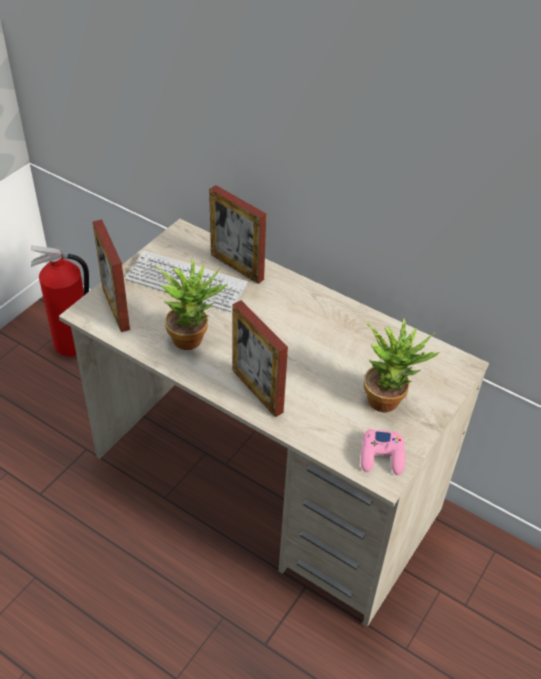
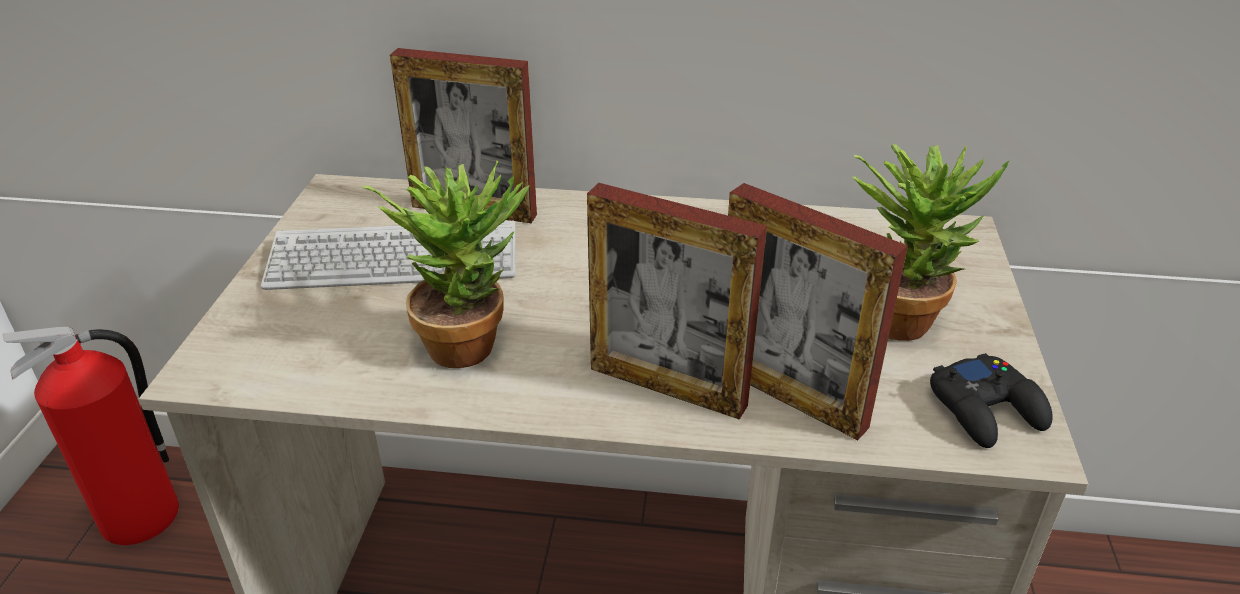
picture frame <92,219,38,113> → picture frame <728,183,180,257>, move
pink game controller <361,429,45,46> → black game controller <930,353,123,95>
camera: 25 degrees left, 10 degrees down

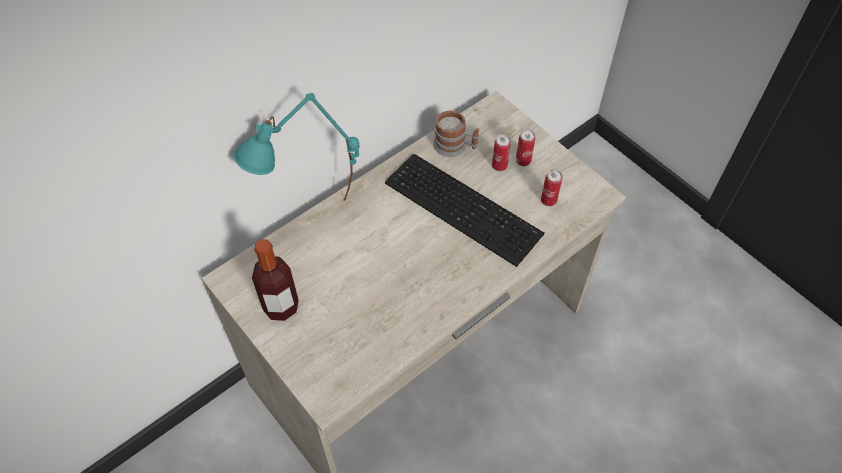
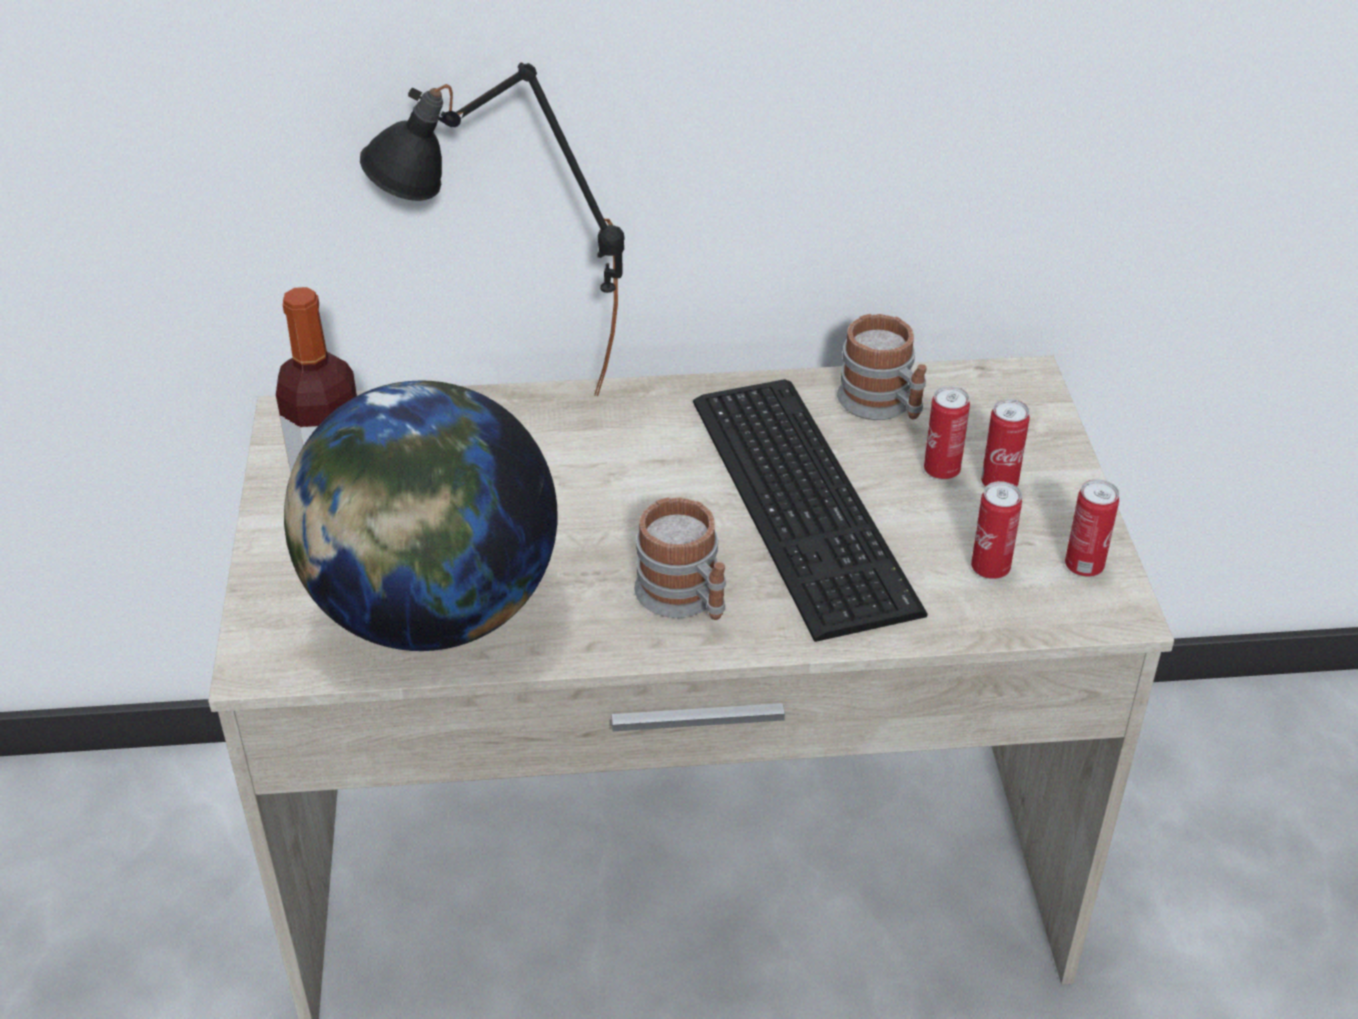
turquoise table lamp <233,93,127,108> → black table lamp <360,62,265,334>
- → globe <284,380,273,271>
- → mug <634,497,92,123>
- → can <1065,479,54,98>
camera: 35 degrees right, 15 degrees down

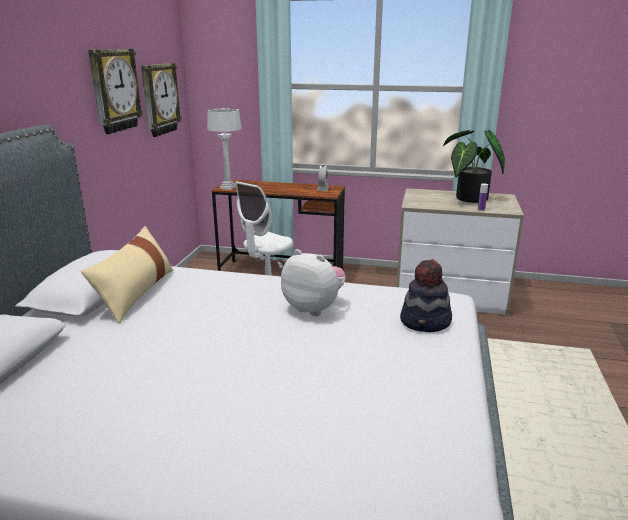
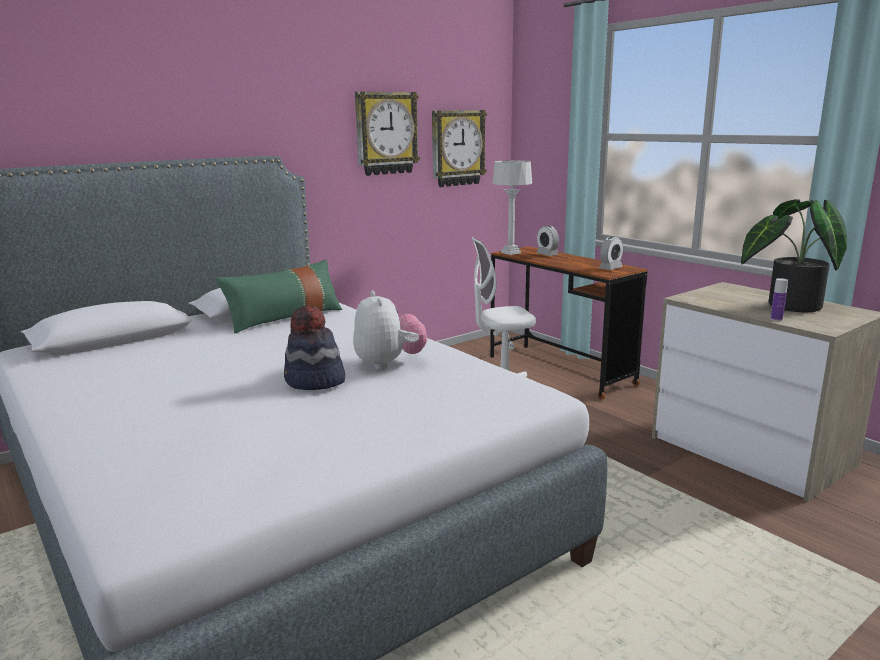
beige pillow <81,226,93,98> → green pillow <216,259,126,75>
hat <400,259,52,73> → hat <284,306,61,84>, move
- → alarm clock <536,225,23,31>
camera: 40 degrees right, 5 degrees down

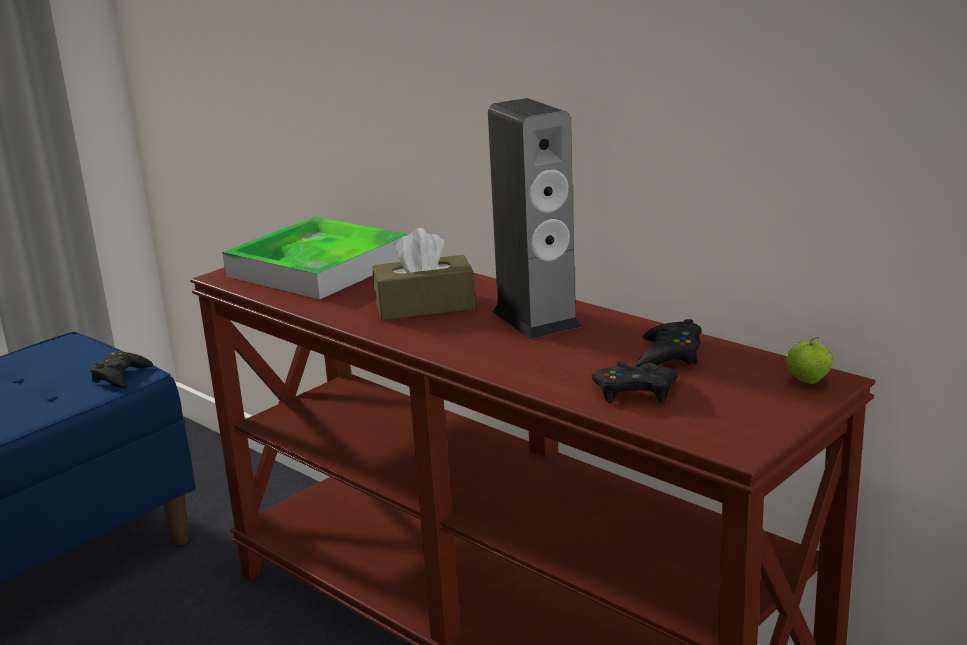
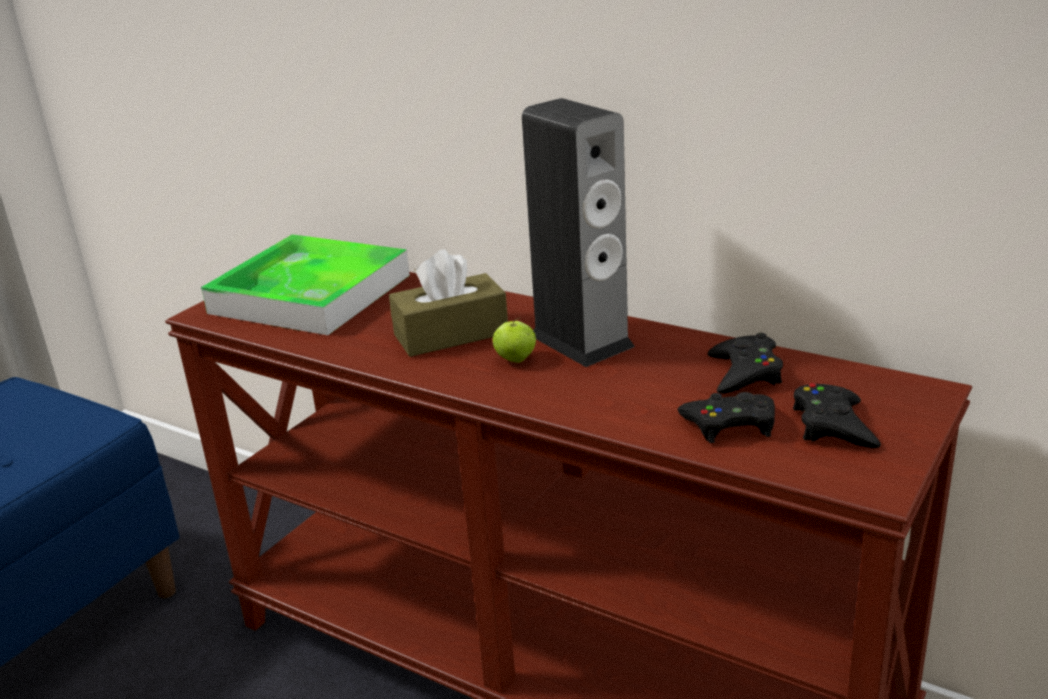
black game controller <90,351,63,38> → black game controller <793,383,88,65>, move
apple <786,337,46,47> → apple <493,318,43,45>, move
camera: 10 degrees left, 5 degrees up

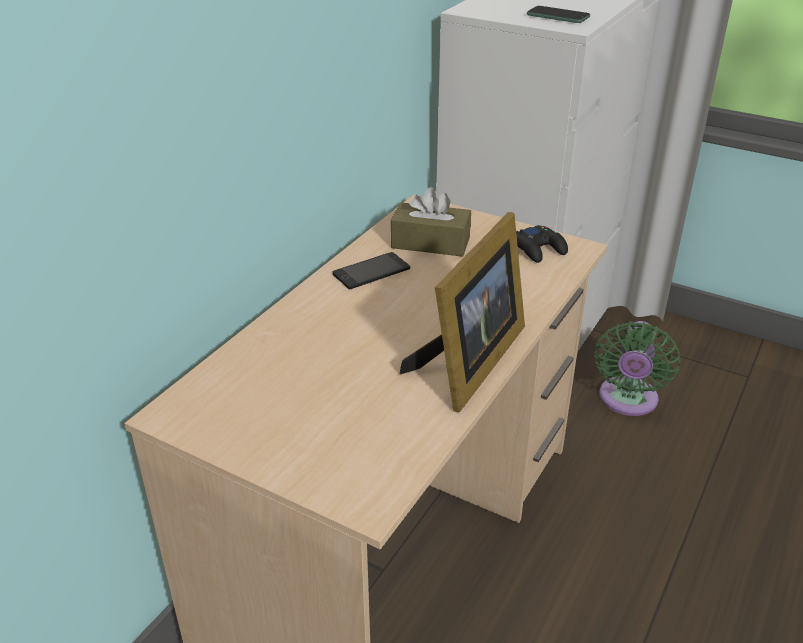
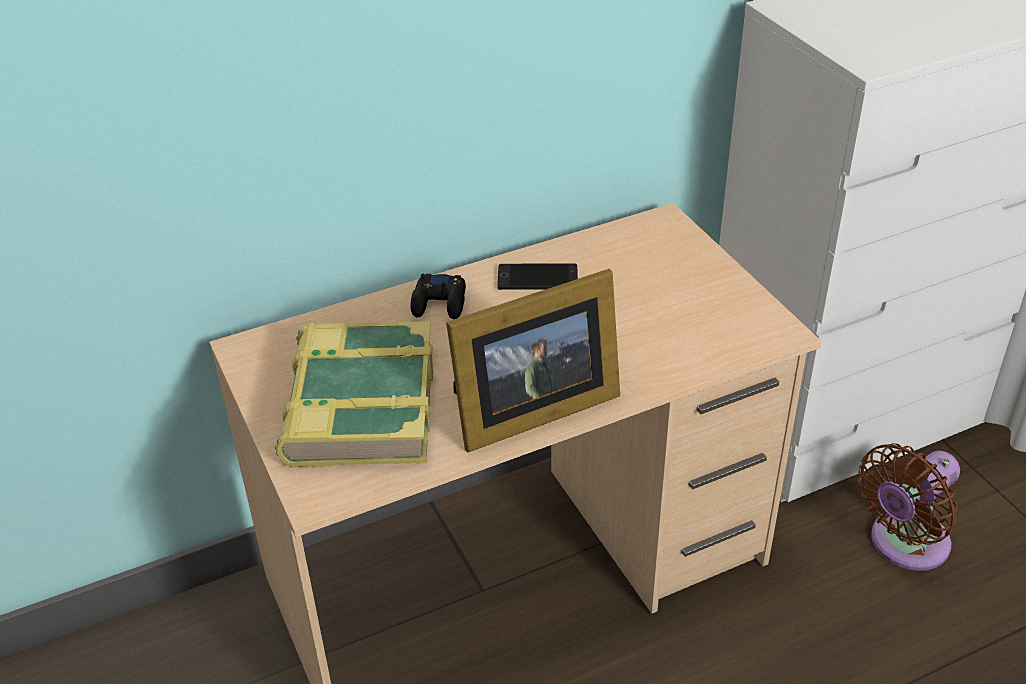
brown tissue box <391,187,80,70> → -
black game controller <516,225,52,38> → black game controller <410,274,56,45>, move
phone <527,6,63,17> → -
green fan <595,321,86,95> → brown fan <858,443,102,128>
- → book <275,321,158,147>
camera: 35 degrees right, 5 degrees up

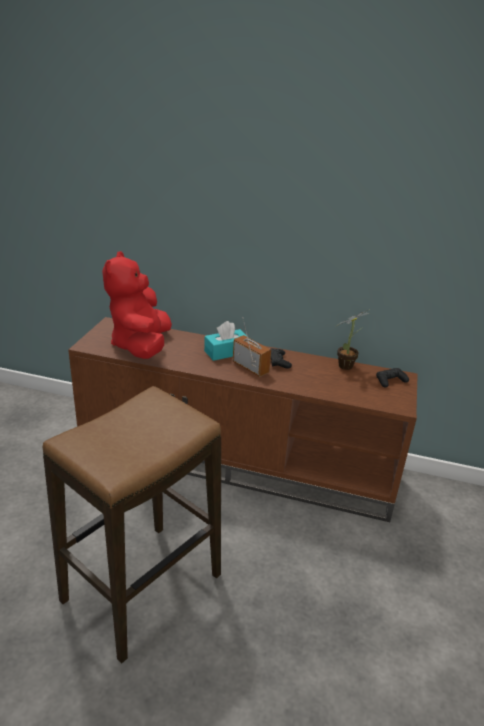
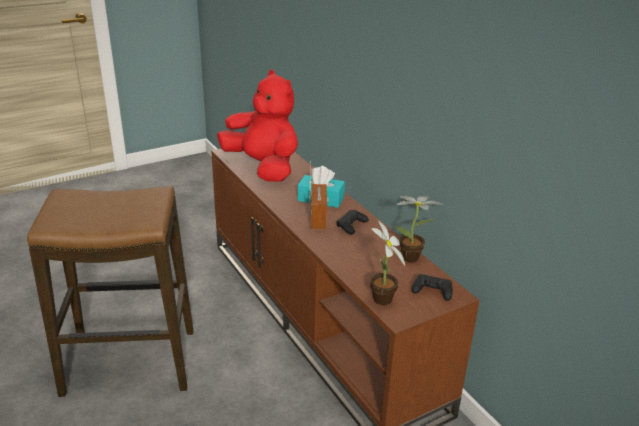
red plush toy <102,251,70,108> → red plush toy <217,70,81,112>, 90 degrees clockwise
- → potted plant <370,220,35,85>
camera: 45 degrees right, 0 degrees up

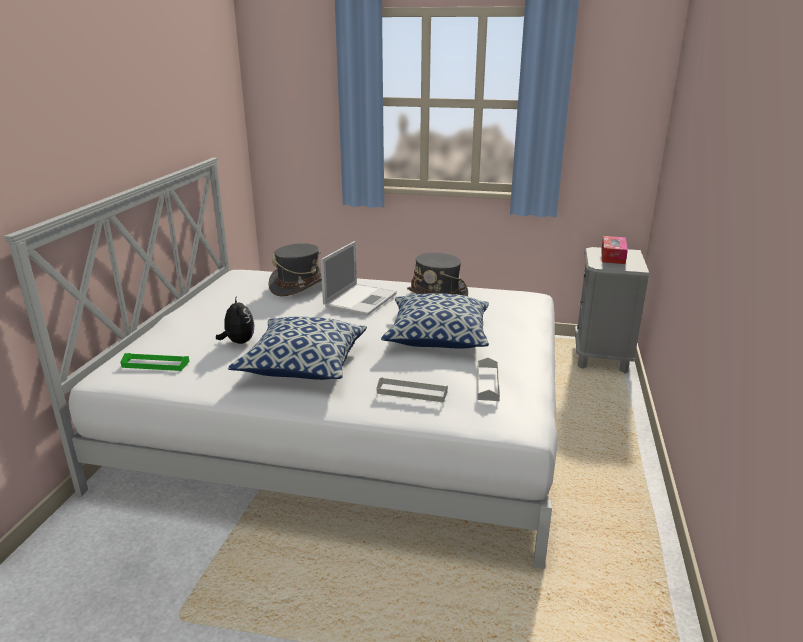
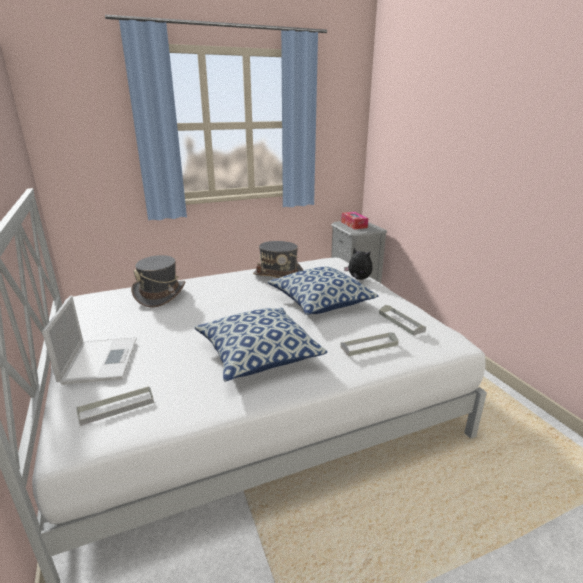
green tray <121,353,68,18> → grey tray <77,386,77,40>
plush toy <216,298,39,46> → plush toy <344,248,29,32>, move
laptop <321,241,76,75> → laptop <42,296,95,89>, move
camera: 35 degrees left, 0 degrees up

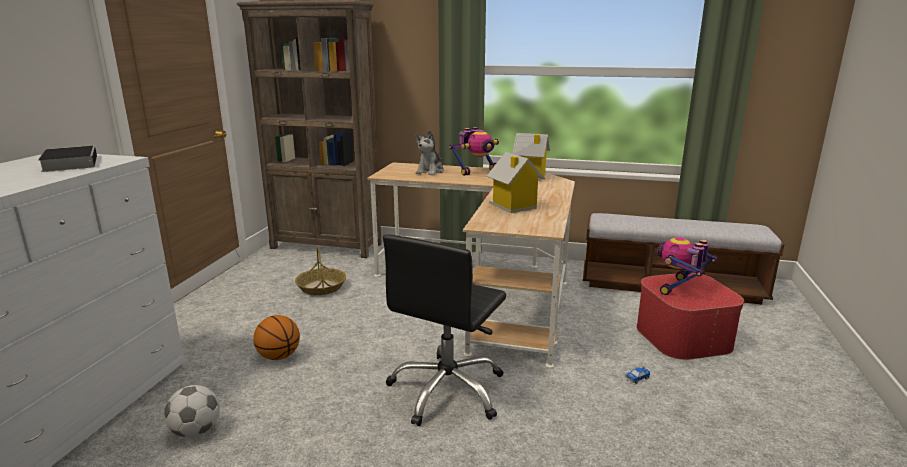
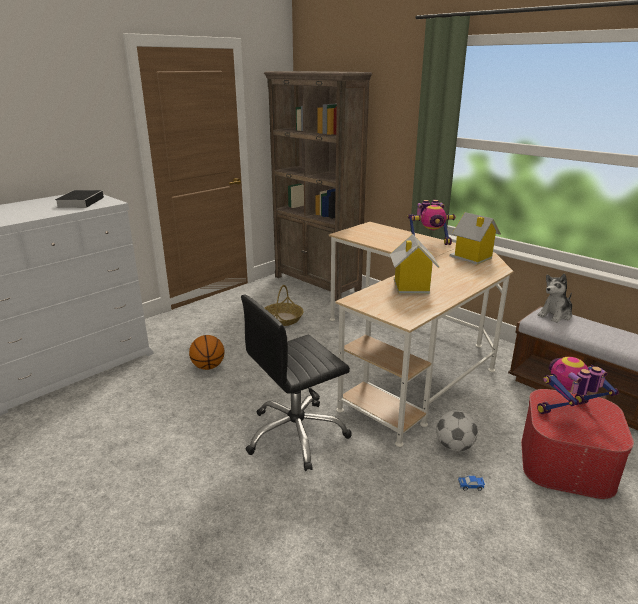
football <164,385,56,53> → football <436,410,42,42>, move
plush toy <416,130,28,46> → plush toy <537,274,35,49>, move
camera: 30 degrees right, 5 degrees up

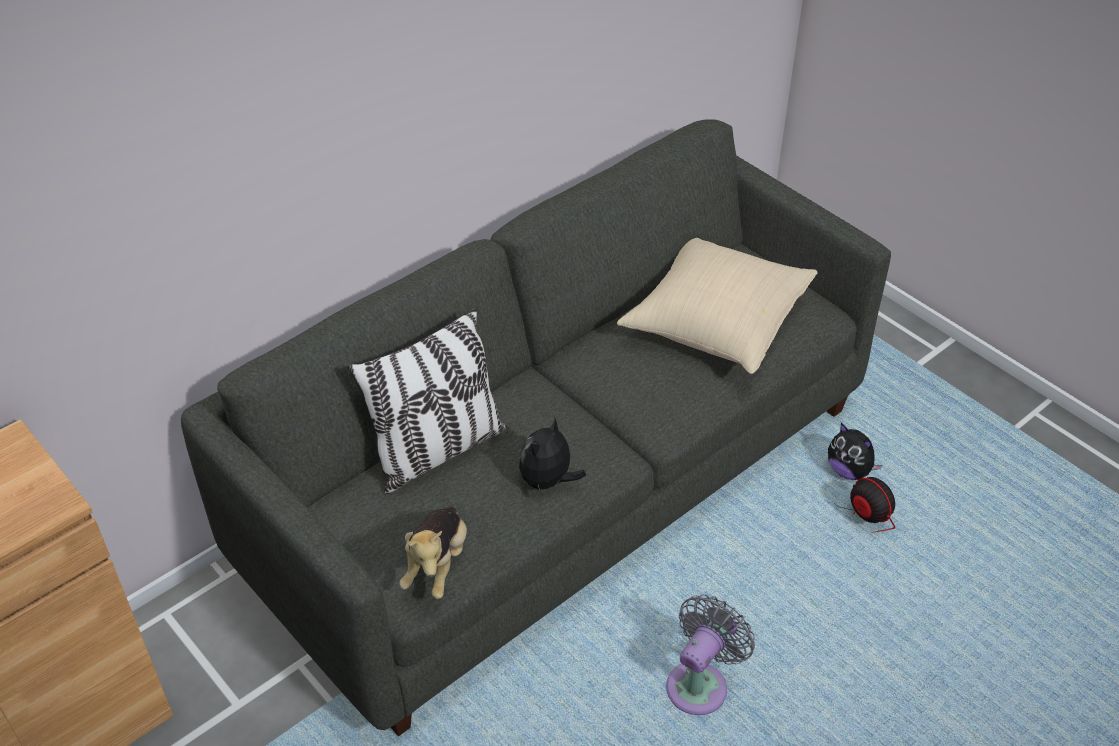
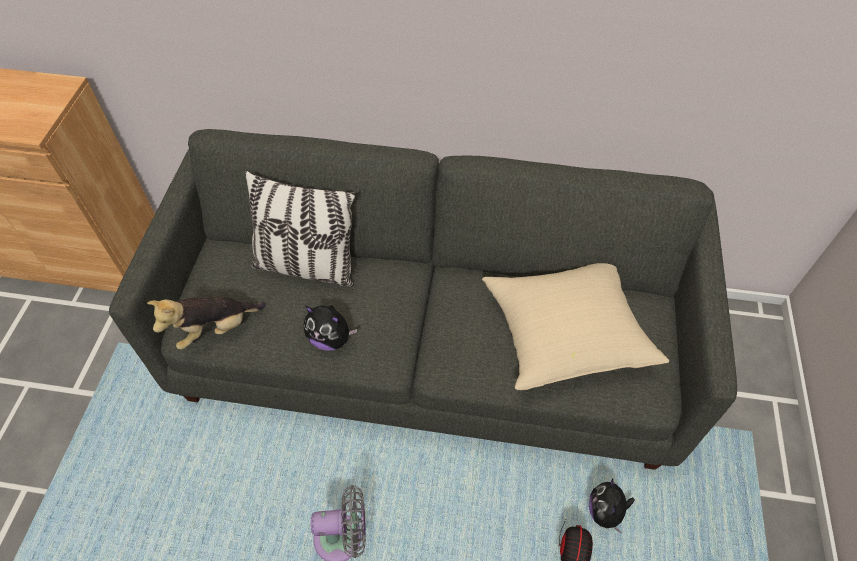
plush toy <519,417,67,78> → plush toy <304,305,53,46>, 150 degrees counterclockwise
camera: 50 degrees right, 10 degrees up

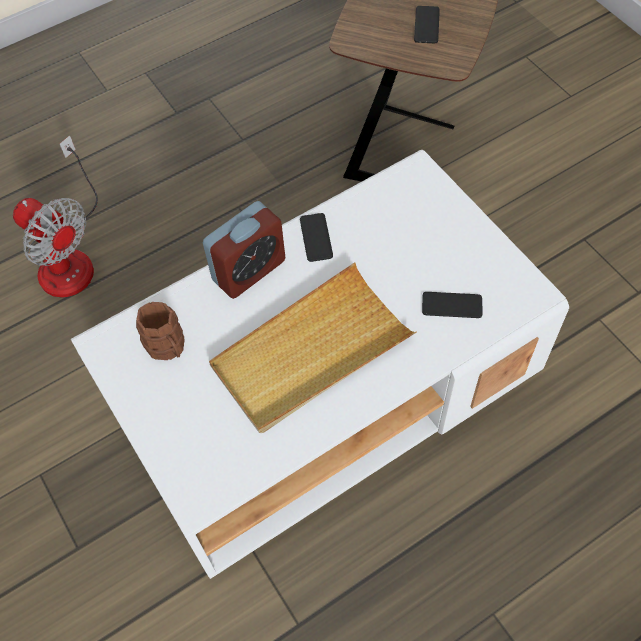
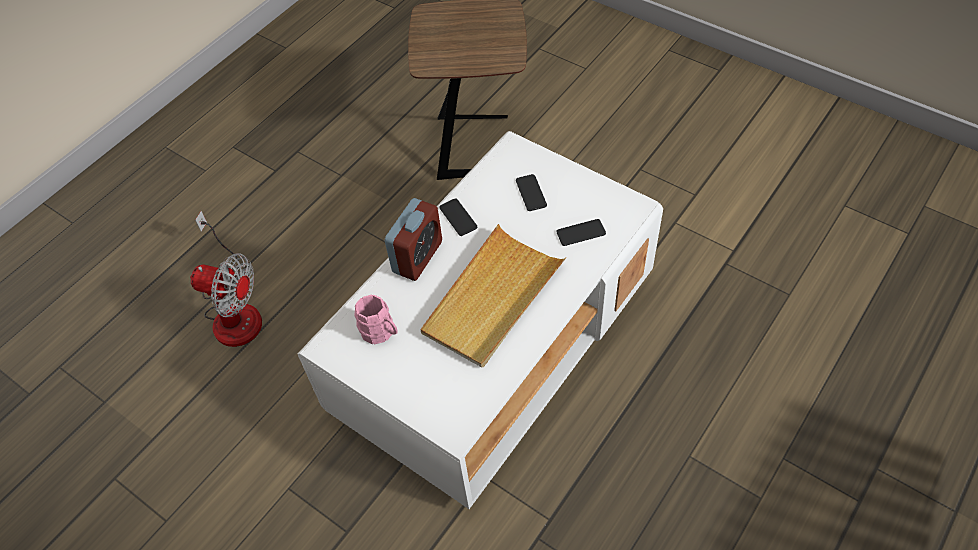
brown mug <136,302,48,58> → pink mug <355,295,43,49>
phone <414,6,26,37> → phone <516,174,31,37>, move
camera: 20 degrees left, 5 degrees down

